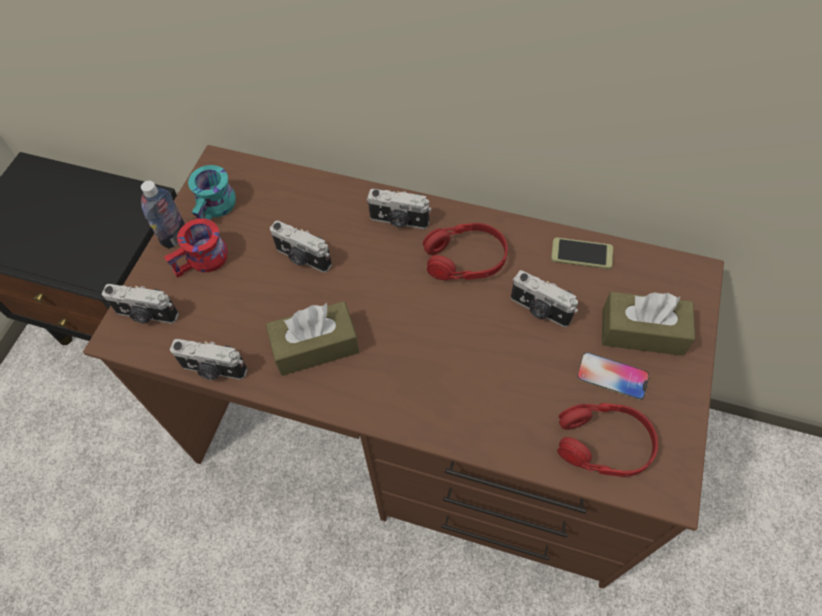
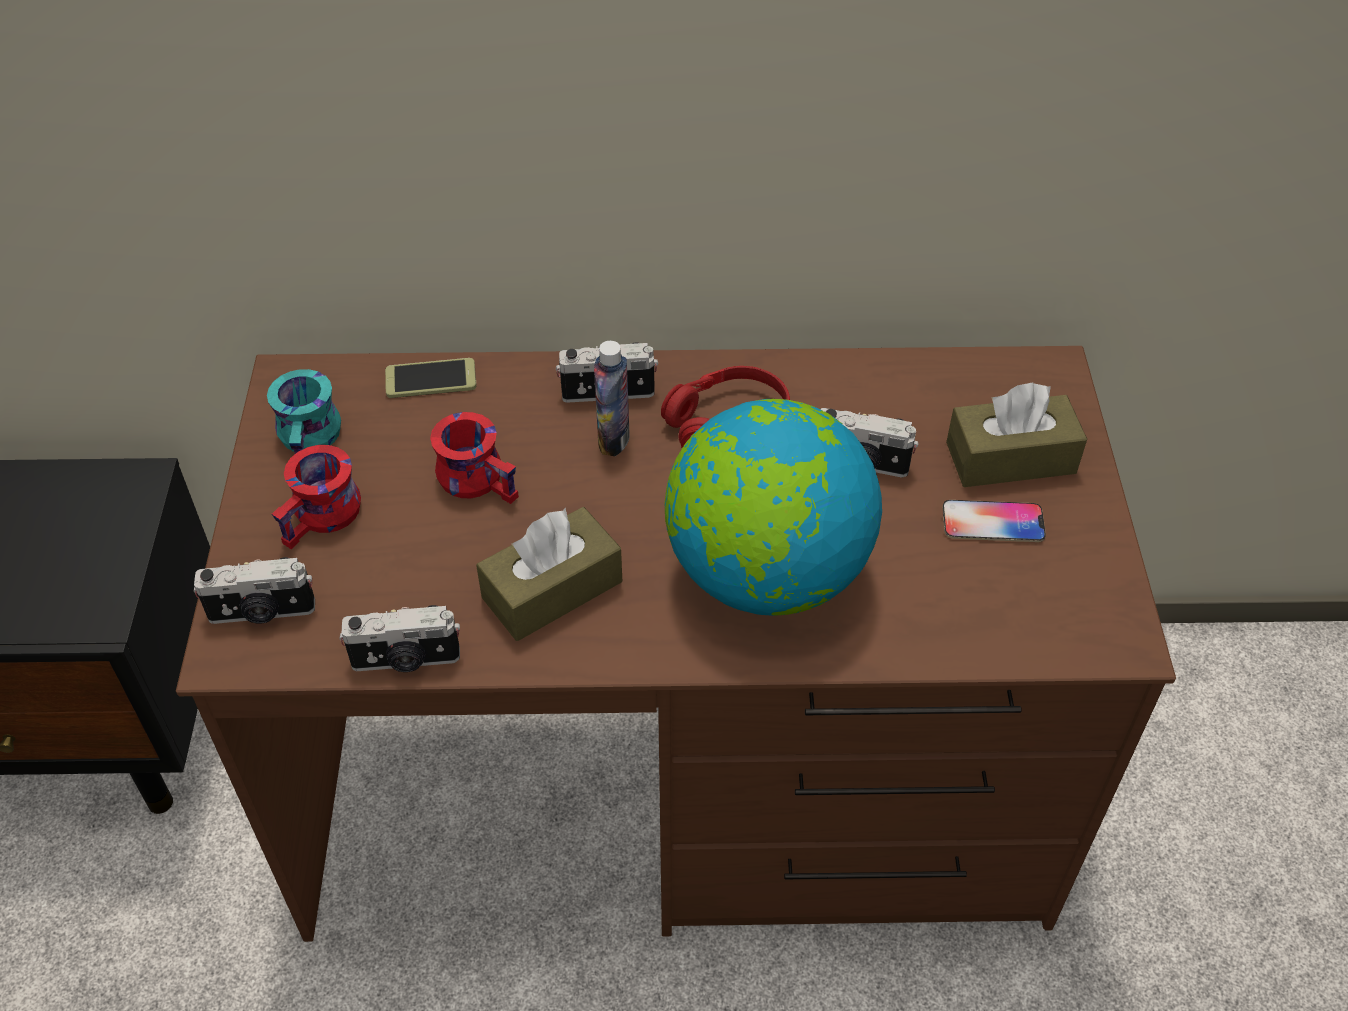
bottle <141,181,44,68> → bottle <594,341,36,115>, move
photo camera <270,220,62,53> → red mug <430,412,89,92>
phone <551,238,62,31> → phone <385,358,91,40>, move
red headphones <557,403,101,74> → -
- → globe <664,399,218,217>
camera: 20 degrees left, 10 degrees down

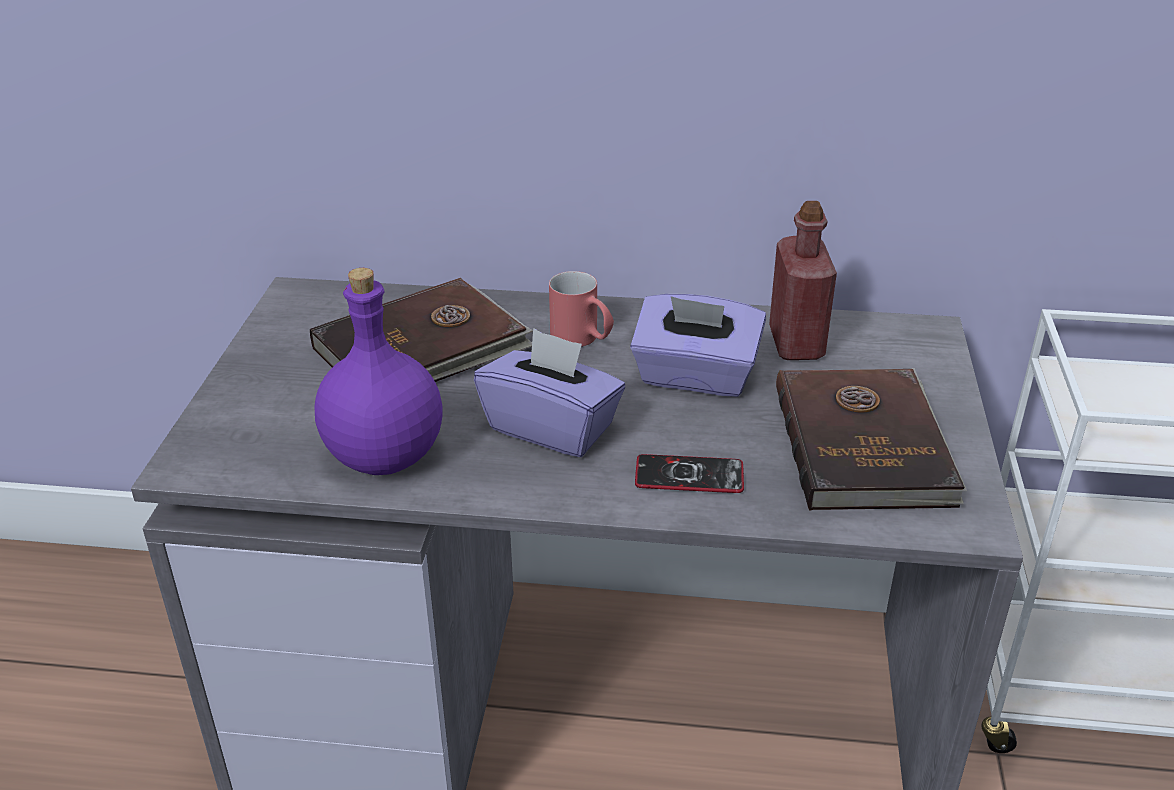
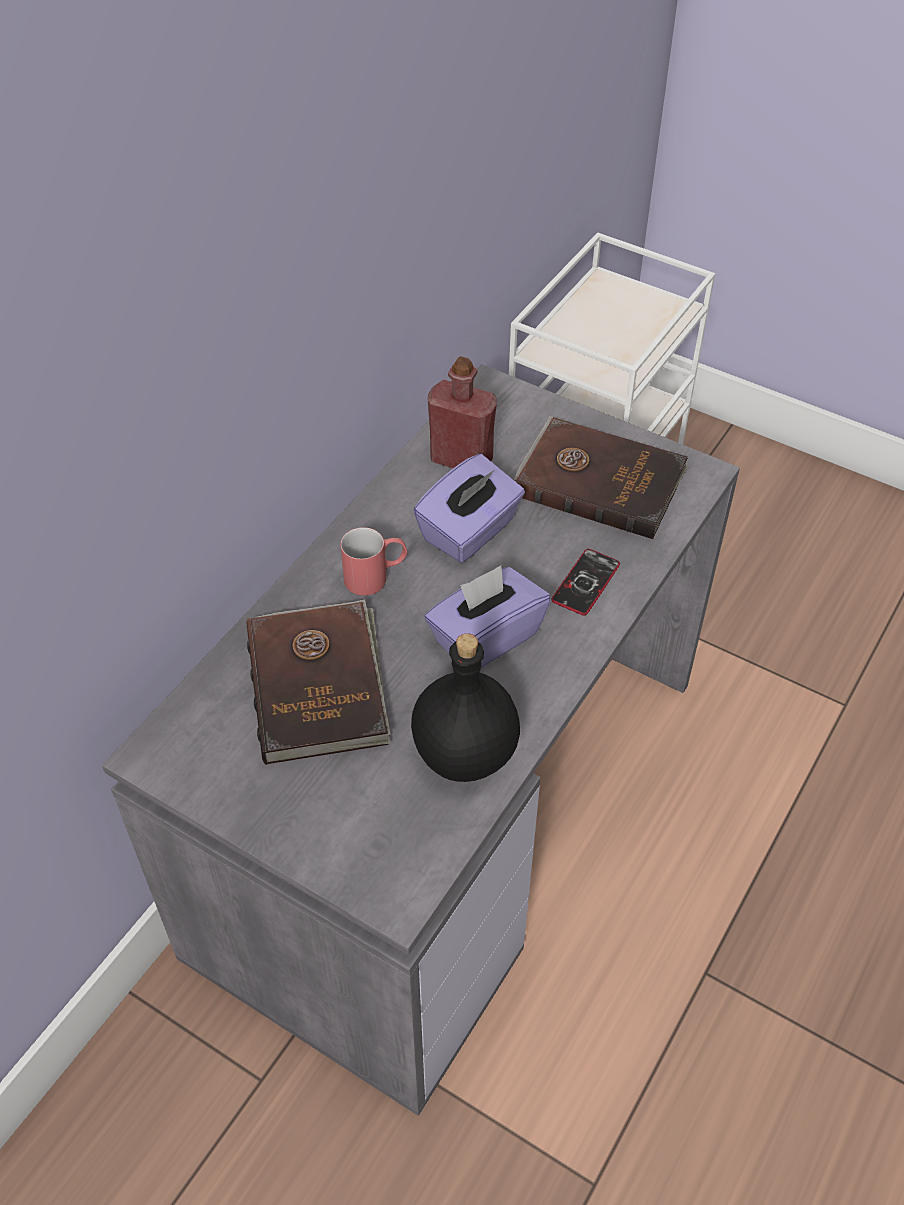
purple bottle <315,268,128,207> → black bottle <411,633,109,149>
camera: 65 degrees left, 15 degrees up

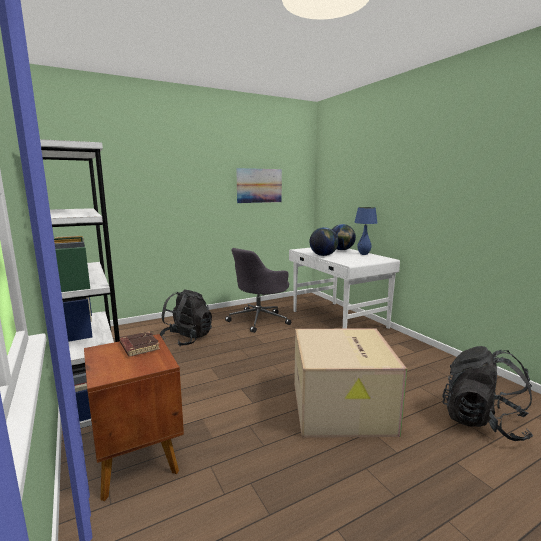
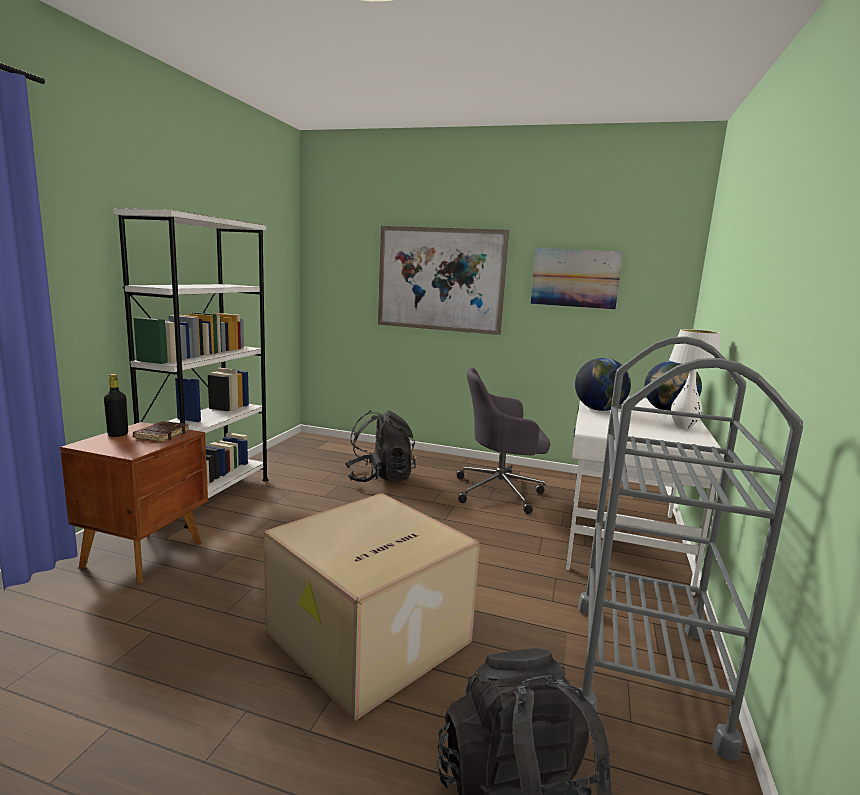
blue table lamp <354,207,23,48> → white table lamp <669,329,51,100>
- → black bottle <104,374,24,63>
- → picture <378,226,131,109>
- → grey cart <578,336,225,425>
camera: 45 degrees right, 0 degrees up

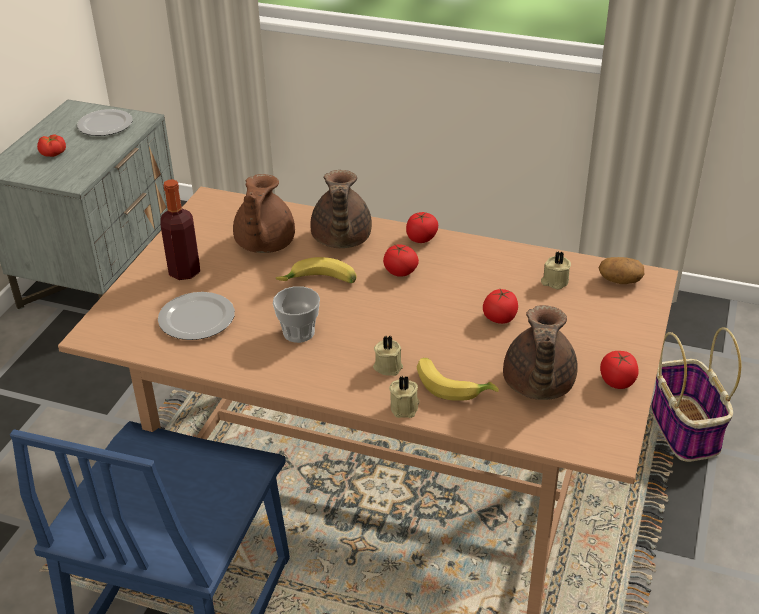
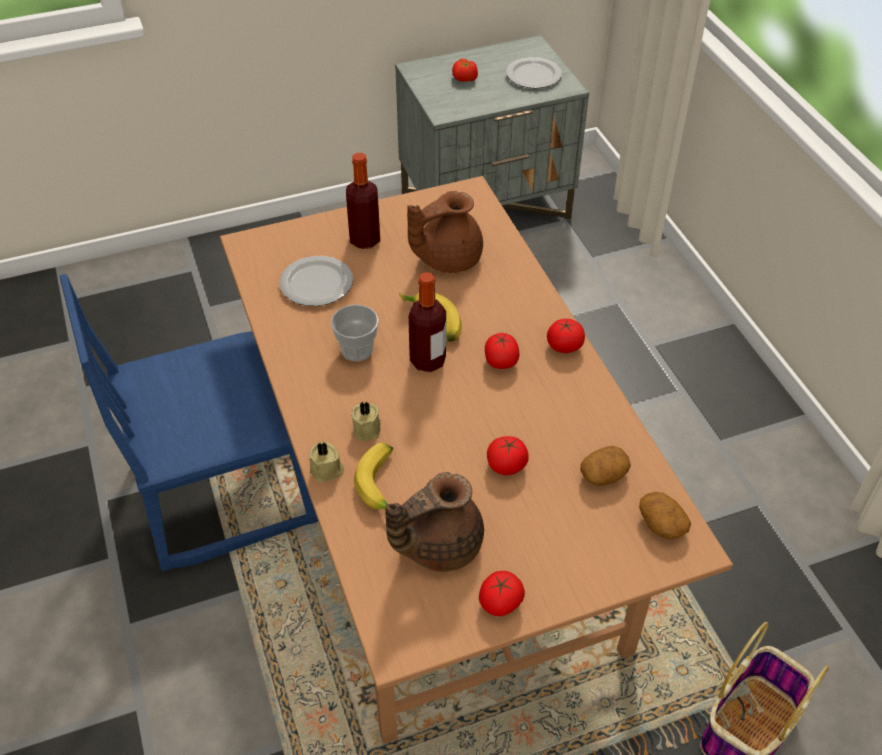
brown teapot <310,170,62,78> → -
beige candle <541,252,30,38> → potato <580,446,51,40>
- → bottle <408,272,38,100>
camera: 50 degrees right, 10 degrees up

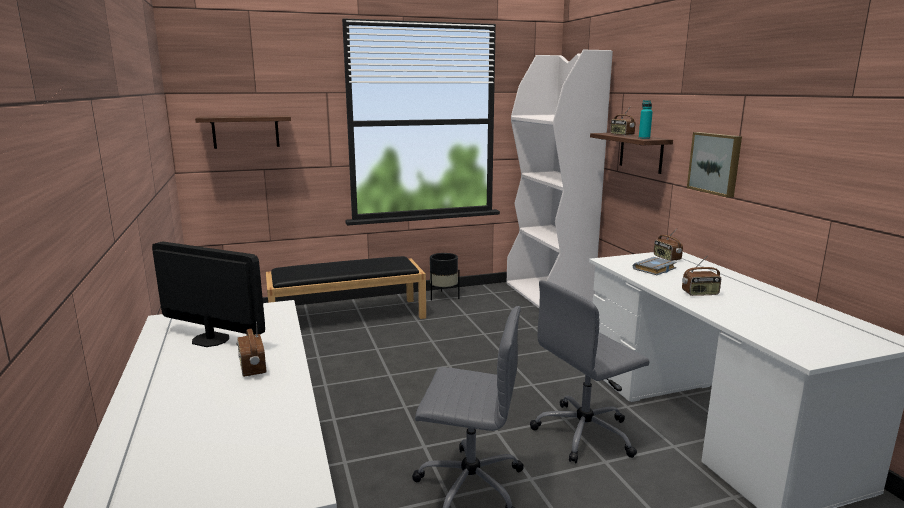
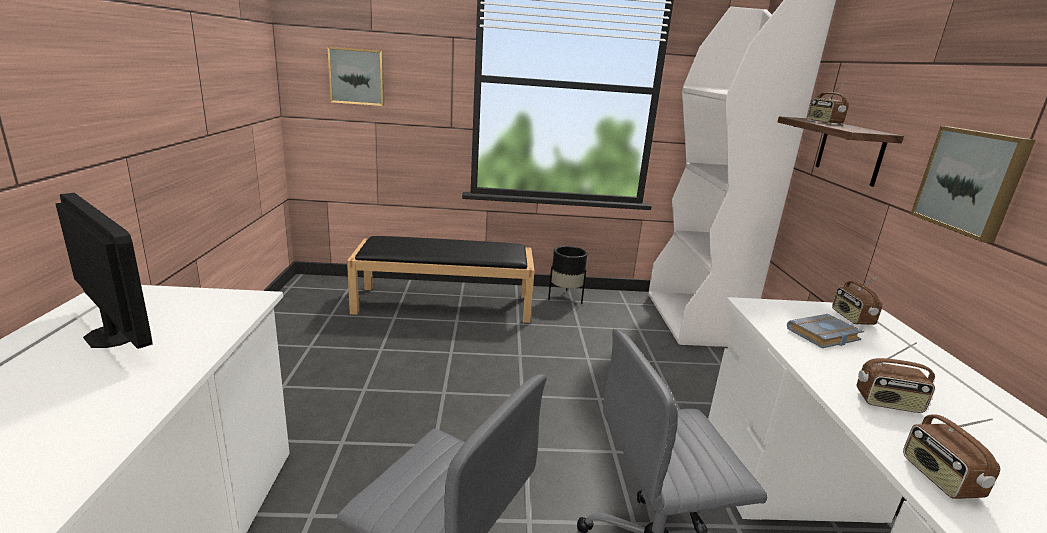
shelf <195,115,96,34> → picture <327,47,57,59>
radio <236,322,30,55> → radio <903,414,97,85>, move
turquoise bottle <639,100,14,39> → -
camera: 15 degrees right, 5 degrees up

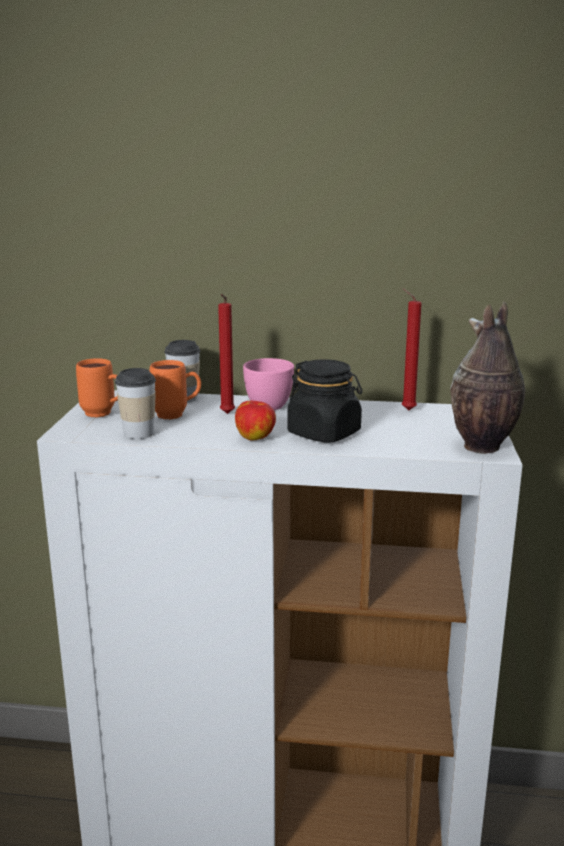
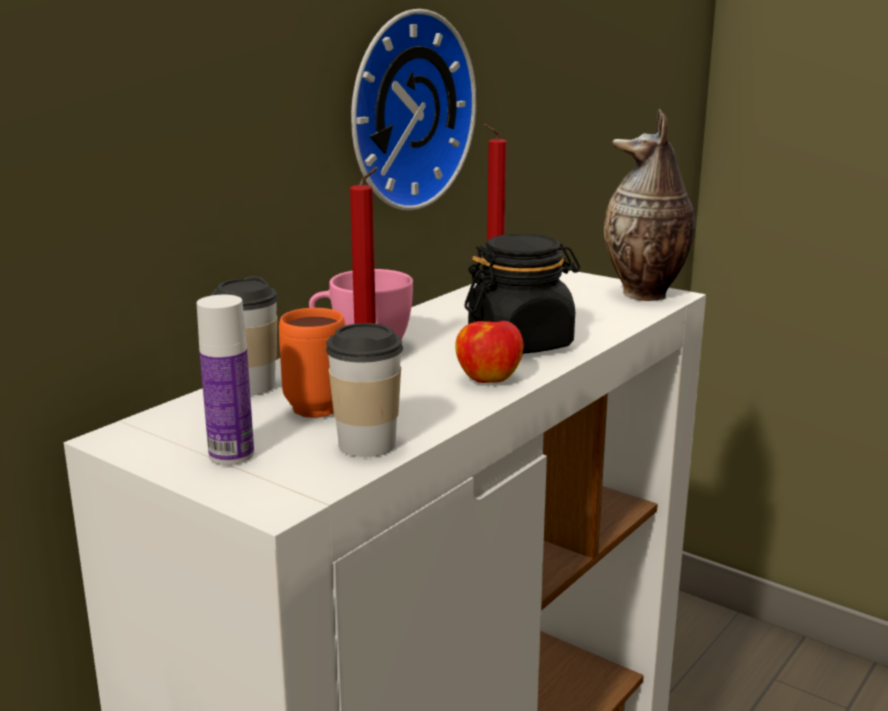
orange mug <76,358,42,59> → bottle <197,295,57,170>
- → wall clock <351,9,125,202>
camera: 60 degrees left, 0 degrees up

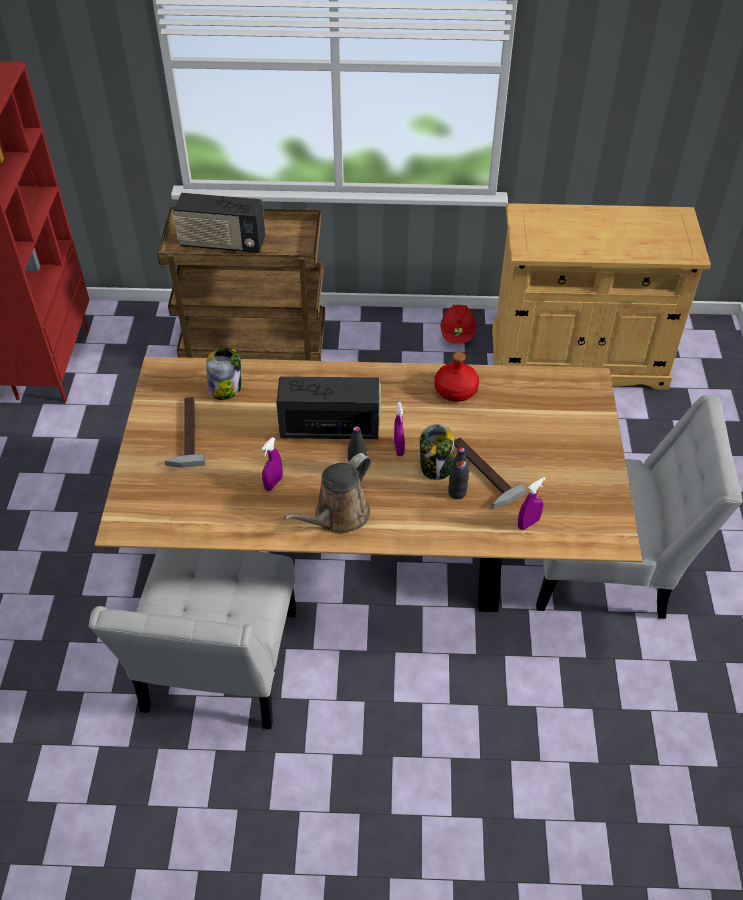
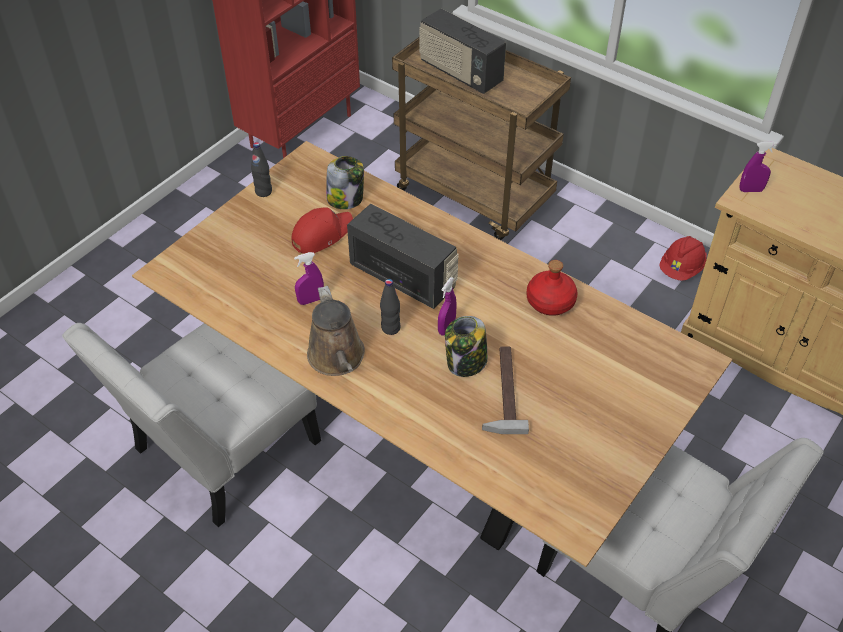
hammer <165,397,40,71> → -
brown watering can <284,453,87,81> → brown watering can <307,286,58,90>, 90 degrees counterclockwise
black bottle <448,447,21,52> → black bottle <251,142,21,55>, move
purple spray bottle <518,477,28,53> → purple spray bottle <739,142,38,50>, move
- → red cap <291,208,62,46>
camera: 35 degrees right, 0 degrees up

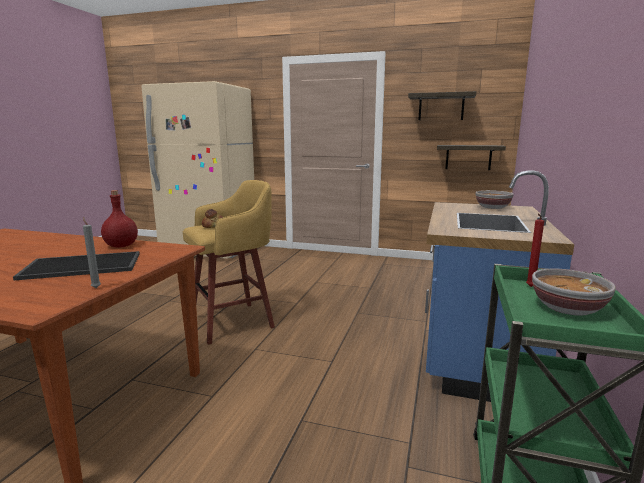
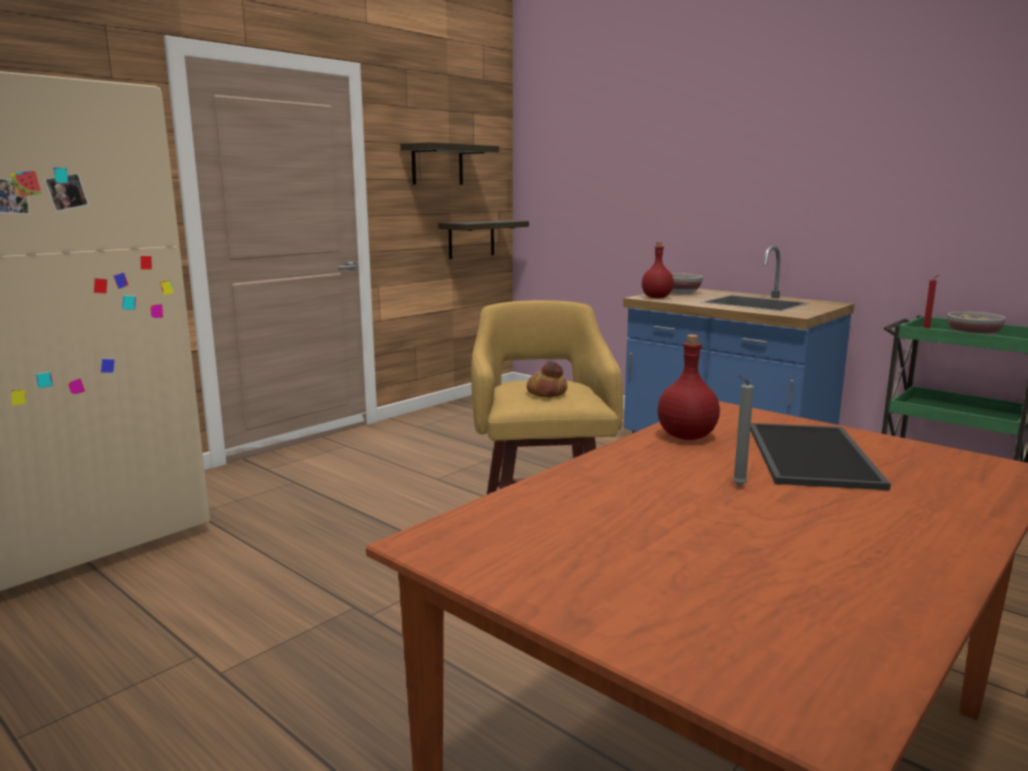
grey candle <83,217,18,71> → grey candle <732,375,22,111>, move
- → red bottle <642,242,32,56>
camera: 65 degrees left, 0 degrees up

